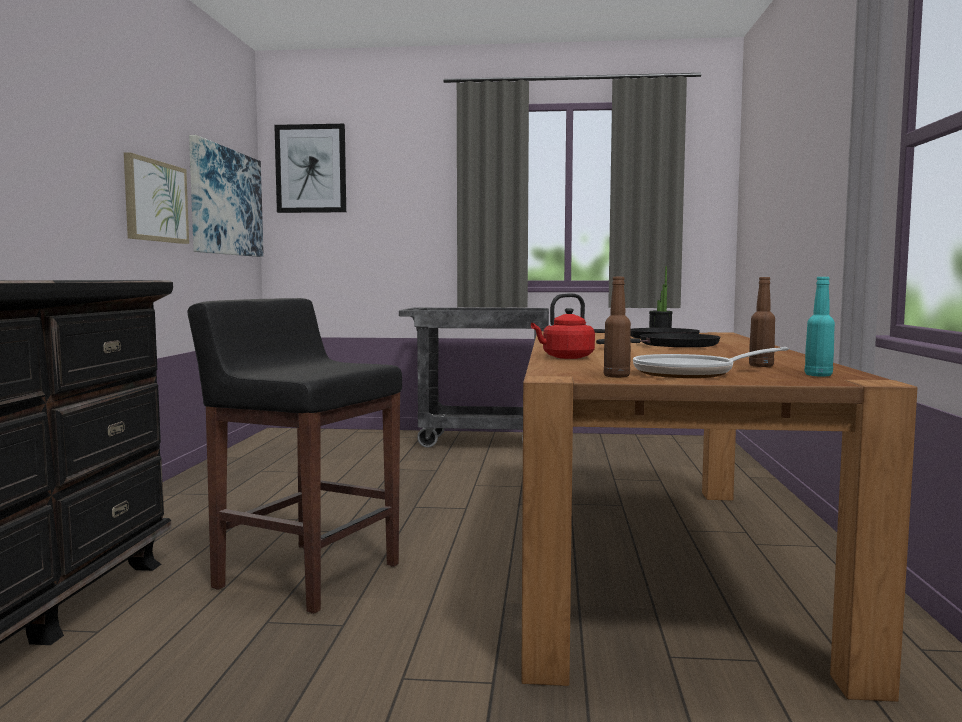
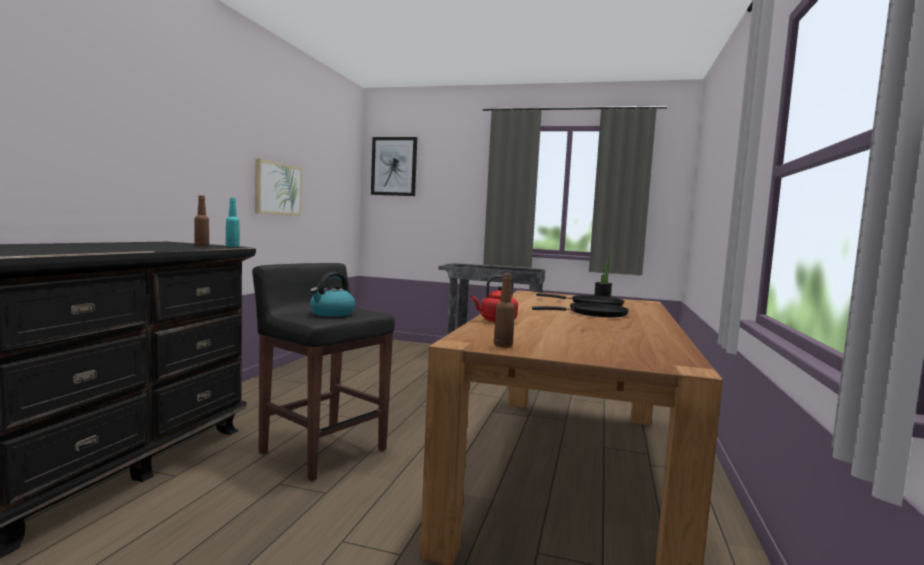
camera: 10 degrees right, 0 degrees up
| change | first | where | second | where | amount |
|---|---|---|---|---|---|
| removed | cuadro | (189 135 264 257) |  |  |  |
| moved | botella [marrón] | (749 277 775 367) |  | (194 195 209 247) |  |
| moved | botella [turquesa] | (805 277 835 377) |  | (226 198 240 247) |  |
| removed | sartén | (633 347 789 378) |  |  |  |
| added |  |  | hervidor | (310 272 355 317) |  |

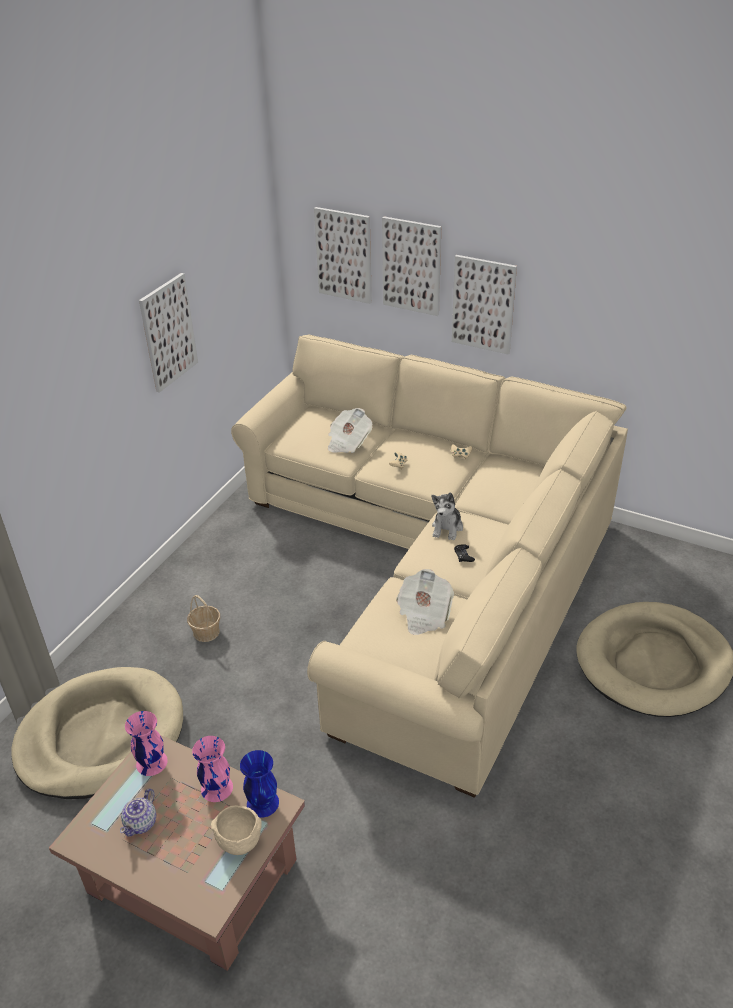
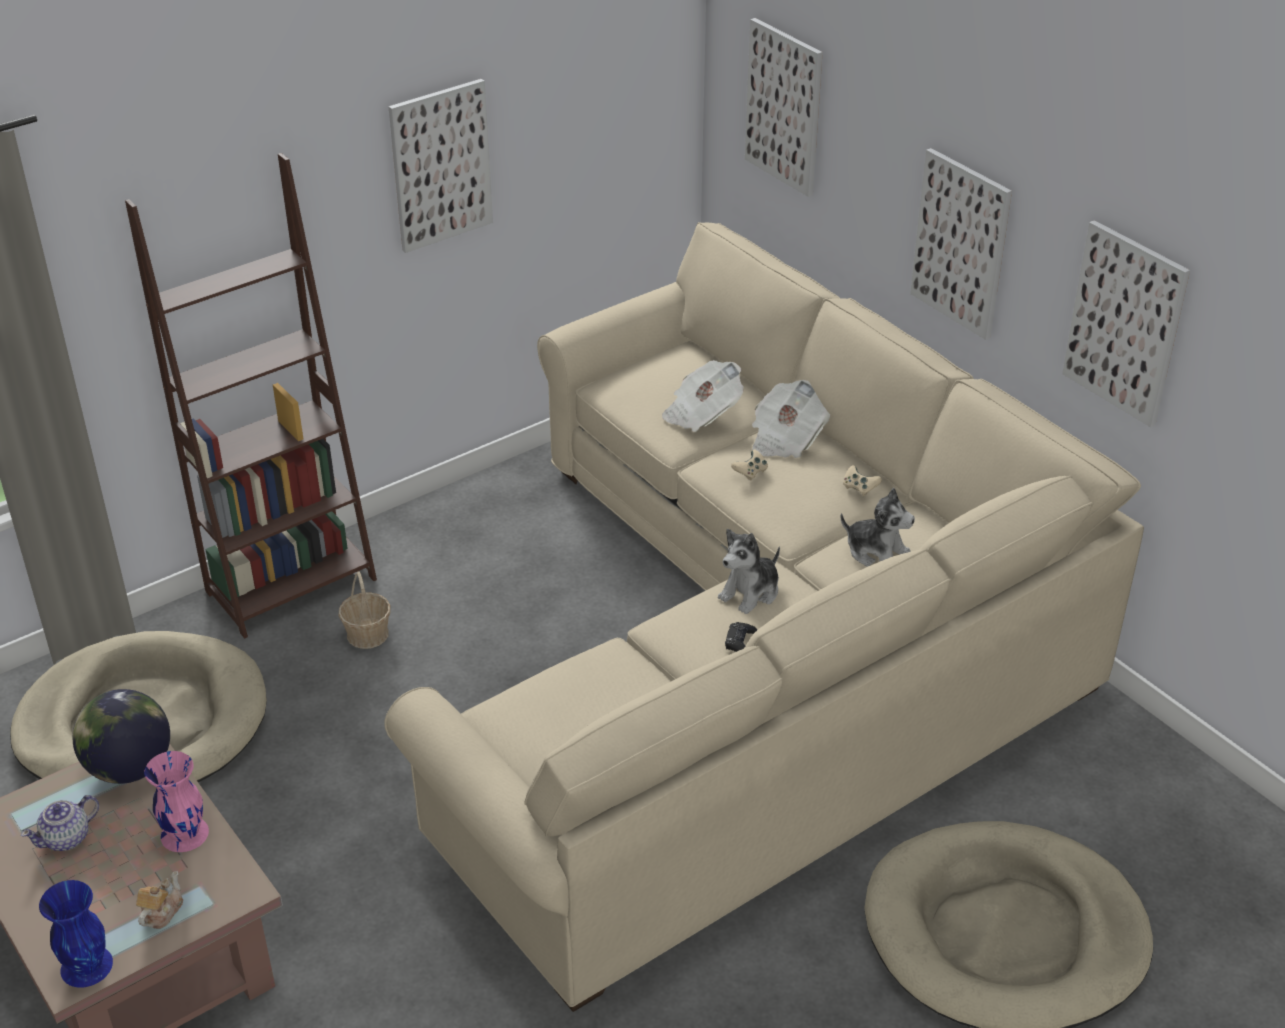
camera: 25 degrees right, 0 degrees up
| change | first | where | second | where | amount |
|---|---|---|---|---|---|
| moved | cuadro | (382 216 441 316) |  | (1062 220 1190 427) |  |
| moved | periódico | (396 569 454 635) |  | (752 380 830 458) |  |
| replaced | florero [rosa] | (125 711 168 776) | globo terráqueo | (73 689 170 784) |  |
| moved | florero [azul] | (240 750 279 818) |  | (39 880 113 988) |  |
| replaced | cuenco [beis] | (211 805 262 855) | tetera | (136 871 183 929) |  |
| added |  |  | estantería [marrón] | (125 153 377 639) |  |
| added |  |  | peluche | (840 488 915 567) |  |

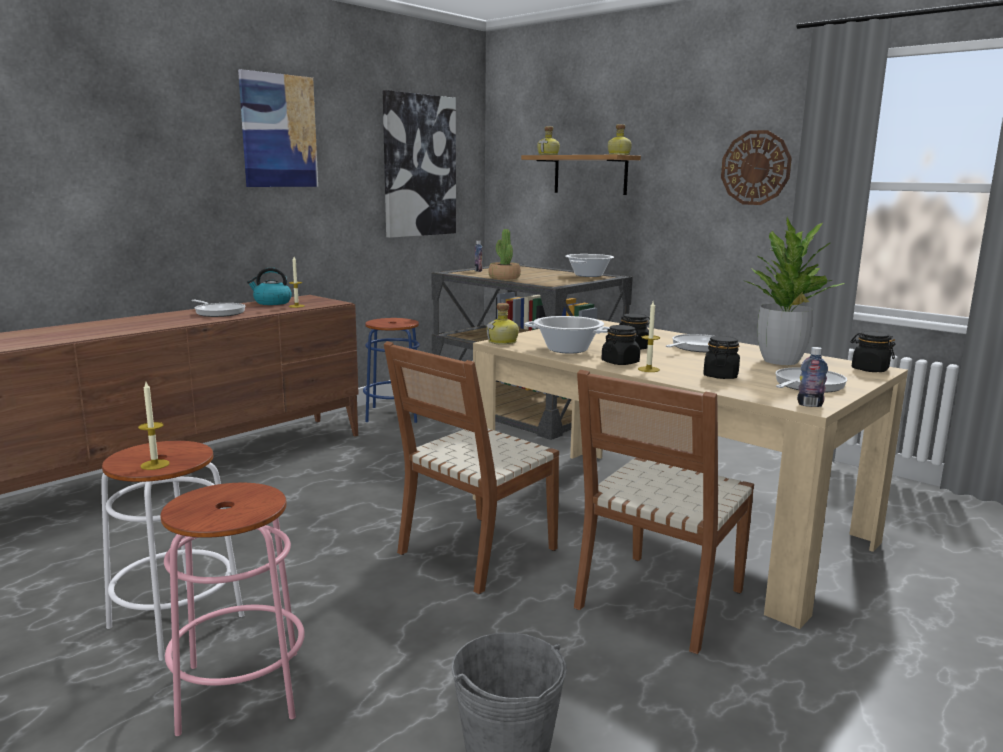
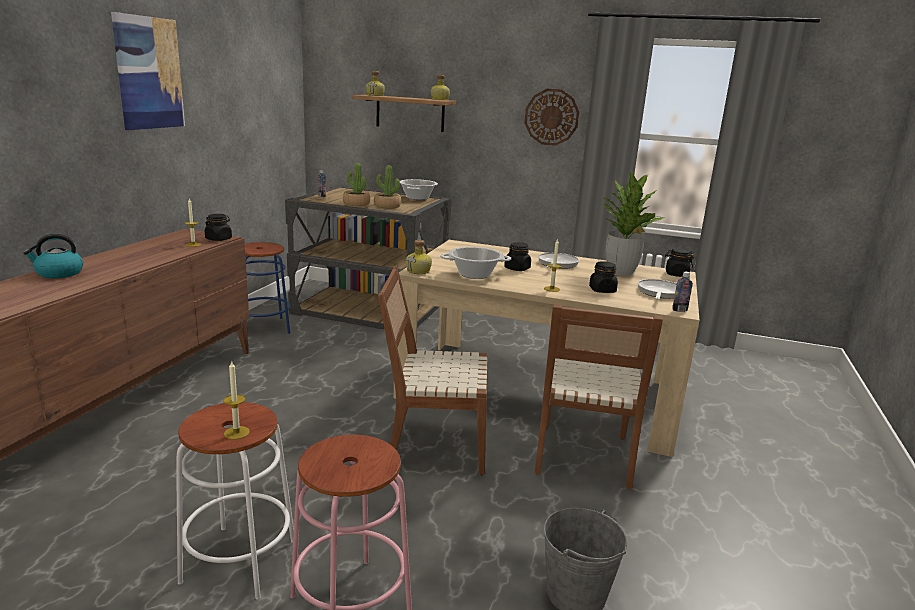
camera: 25 degrees left, 5 degrees up
| change | first | where | second | where | amount |
|---|---|---|---|---|---|
| removed | cuadro | (383 90 456 238) |  |  |  |
| moved | hervidor | (247 267 292 305) |  | (23 234 83 278) |  |
| removed | sartén | (191 300 245 317) |  |  |  |
| moved | tarro [negro] | (601 325 640 365) |  | (205 214 232 241) |  |
| turned | silla | (384 341 559 594) |  | (378 265 488 475) | 75 degrees clockwise |
| added |  |  | planta en maceta | (374 165 401 209) |  |

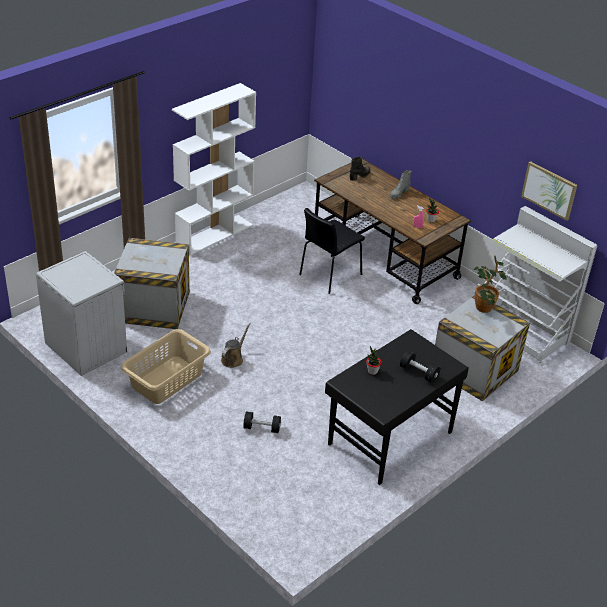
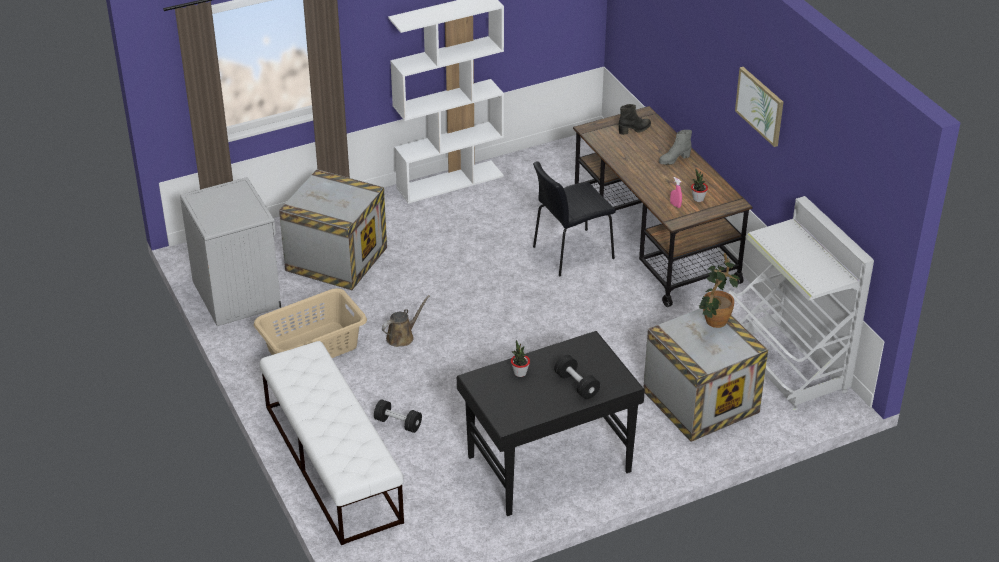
camera: 20 degrees right, 0 degrees up
| change | first | where | second | where | amount |
|---|---|---|---|---|---|
| moved | cuadro | (521 161 577 221) |  | (735 67 783 147) |  |
| added |  |  | banco [blanco] | (259 341 404 545) |  |

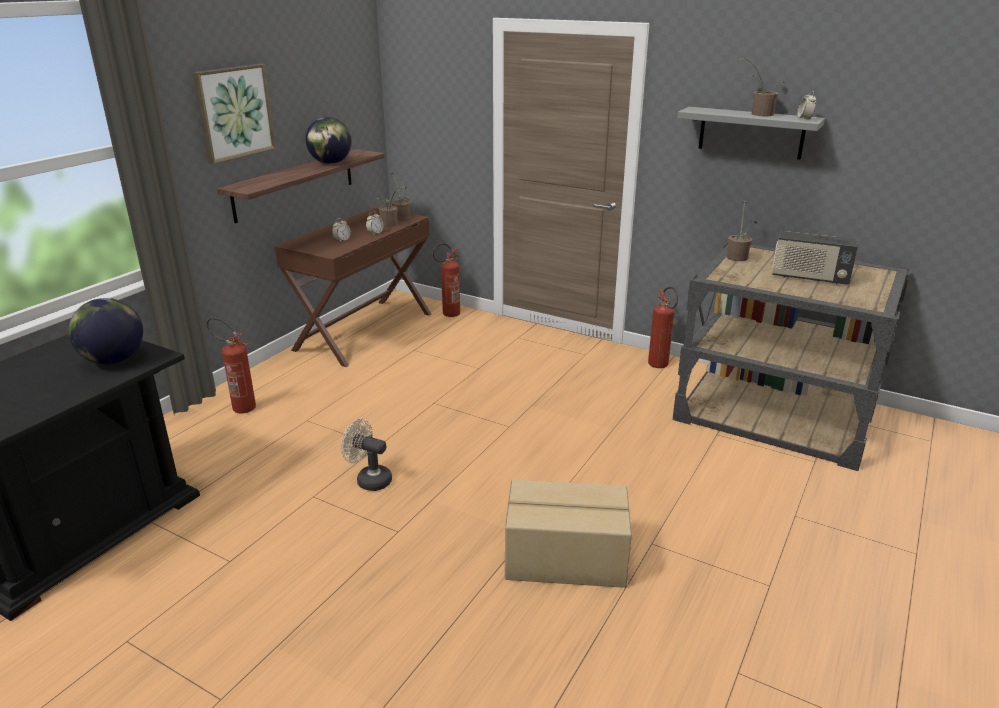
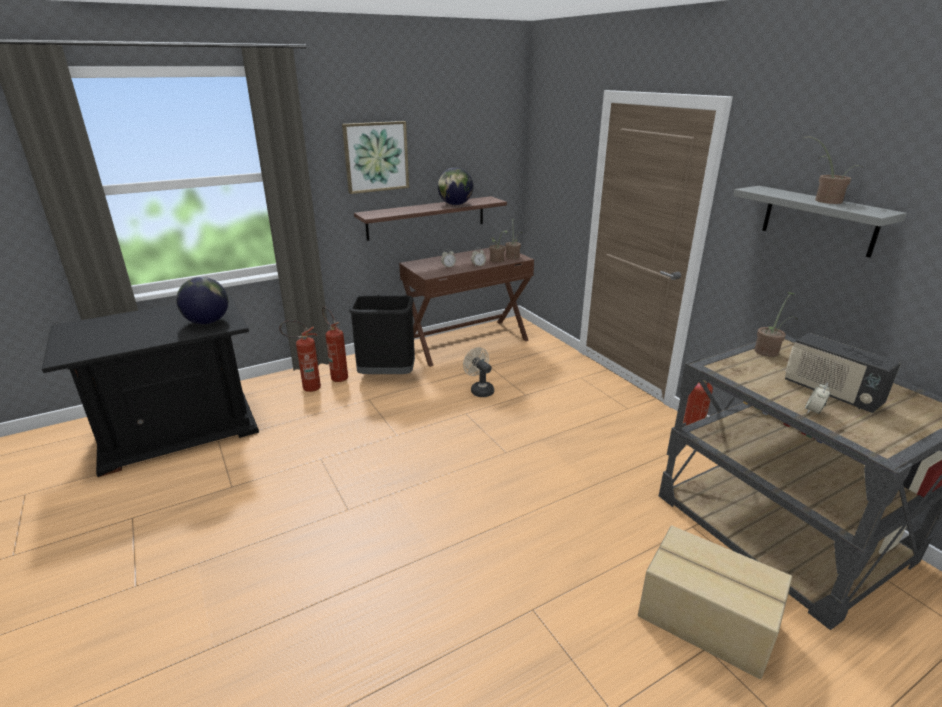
camera: 30 degrees right, 0 degrees up
| change | first | where | second | where | amount |
|---|---|---|---|---|---|
| moved | despertador | (797 91 816 120) |  | (805 382 830 414) |  |
| moved | extintor | (433 243 460 317) |  | (279 320 321 392) |  |
| moved | ventilador [beis] | (341 419 392 491) |  | (463 347 494 397) |  |
| moved | caja de cartón | (505 480 632 588) |  | (638 525 792 679) |  |
| added |  |  | papelera [negro] | (349 295 415 374) |  |

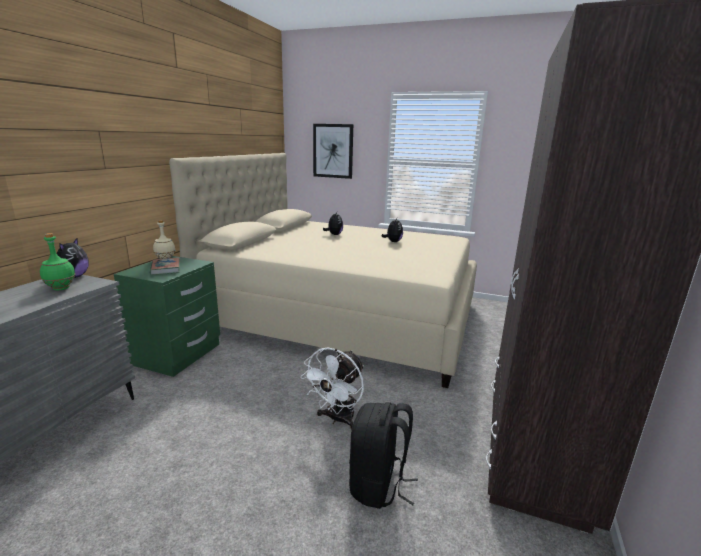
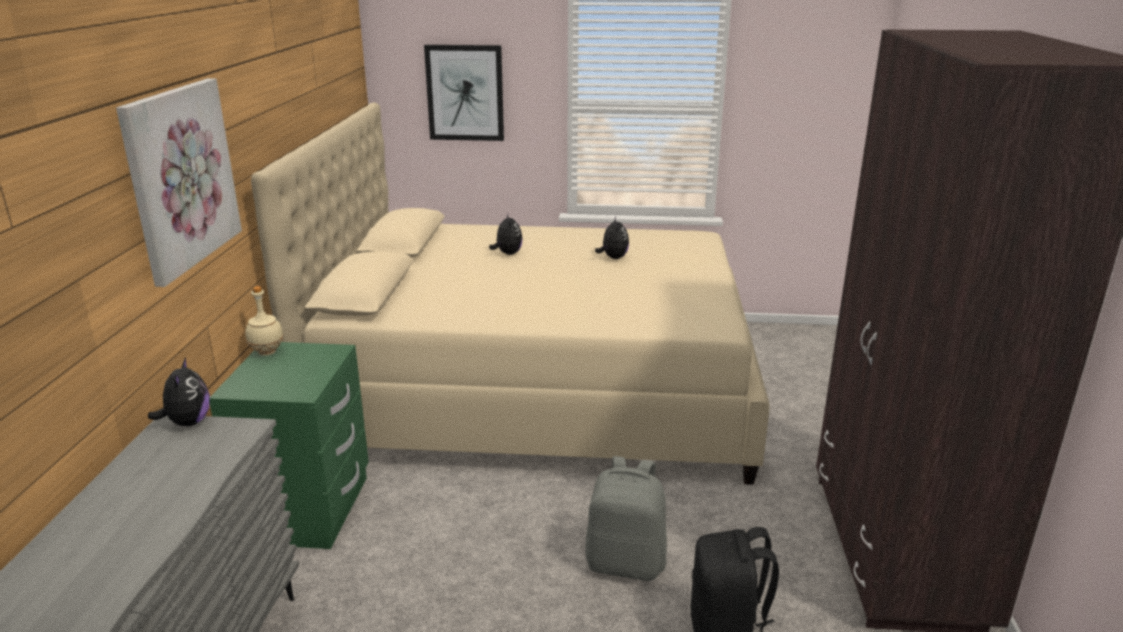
camera: 15 degrees left, 5 degrees up
| change | first | where | second | where | amount |
|---|---|---|---|---|---|
| removed | botella [verde] | (40 233 76 290) |  |  |  |
| removed | libro | (150 258 180 275) |  |  |  |
| replaced | ventilador [blanco] | (301 347 364 429) | mochila [gris] | (585 456 667 581) |  |
| added |  |  | cuadro | (116 78 242 287) |  |

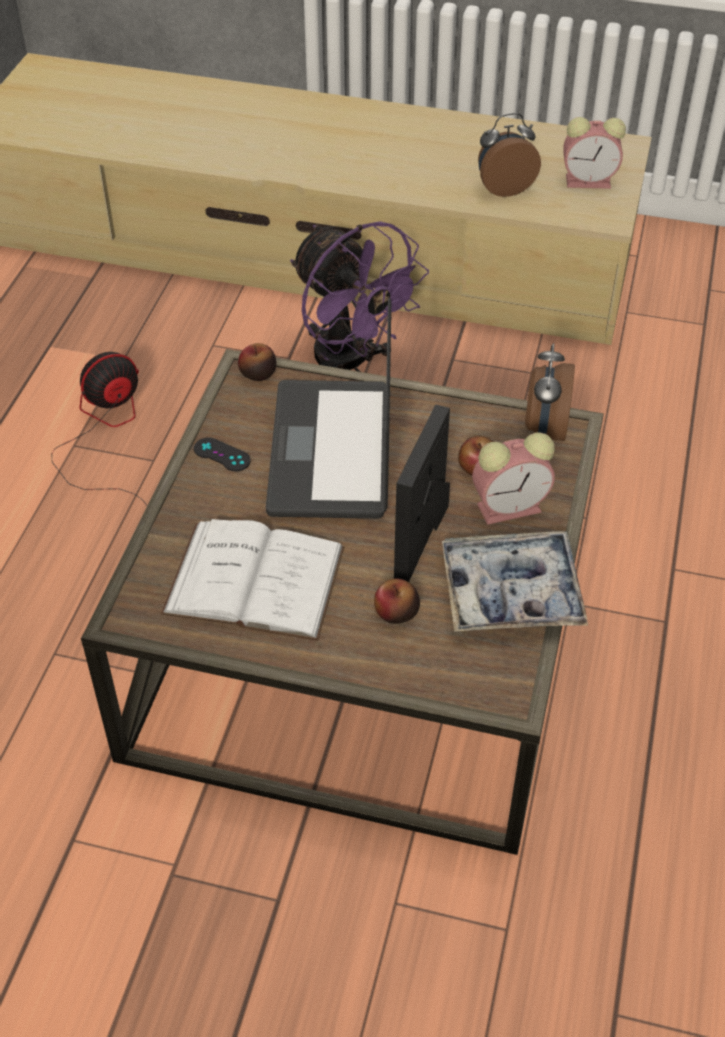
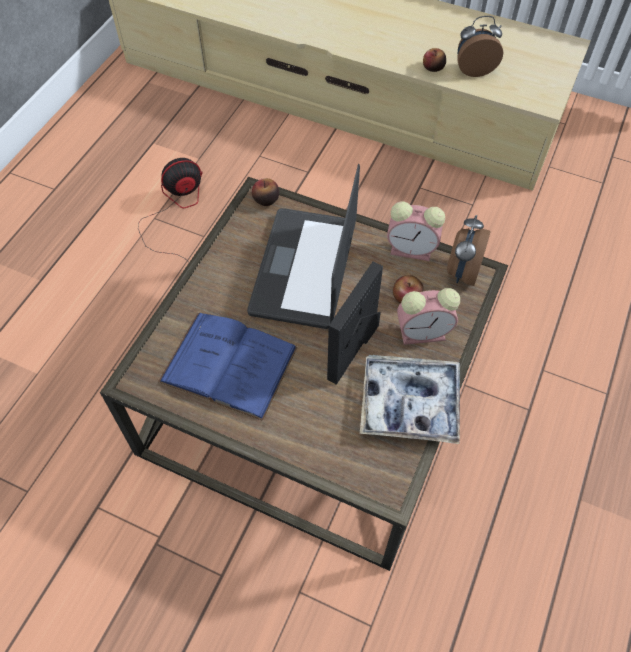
camera: 10 degrees right, 10 degrees up
| change | first | where | second | where | amount |
|---|---|---|---|---|---|
| moved | despertador | (563 117 626 189) |  | (387 201 445 261) |  |
| removed | ventilador [morado] | (290 221 429 372) |  |  |  |
| removed | mando de consola [negro] | (194 437 251 471) |  |  |  |
| recoloured | libro [blanco] | (161 519 345 641) | libro [azul] | (158 313 298 421) |  |
| moved | manzana | (374 578 420 624) |  | (423 48 446 72) |  |

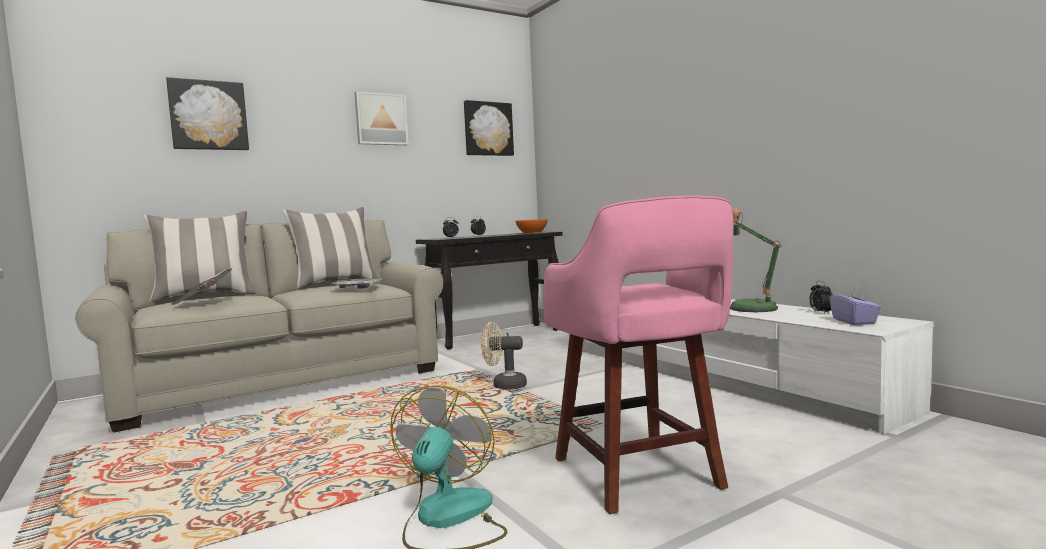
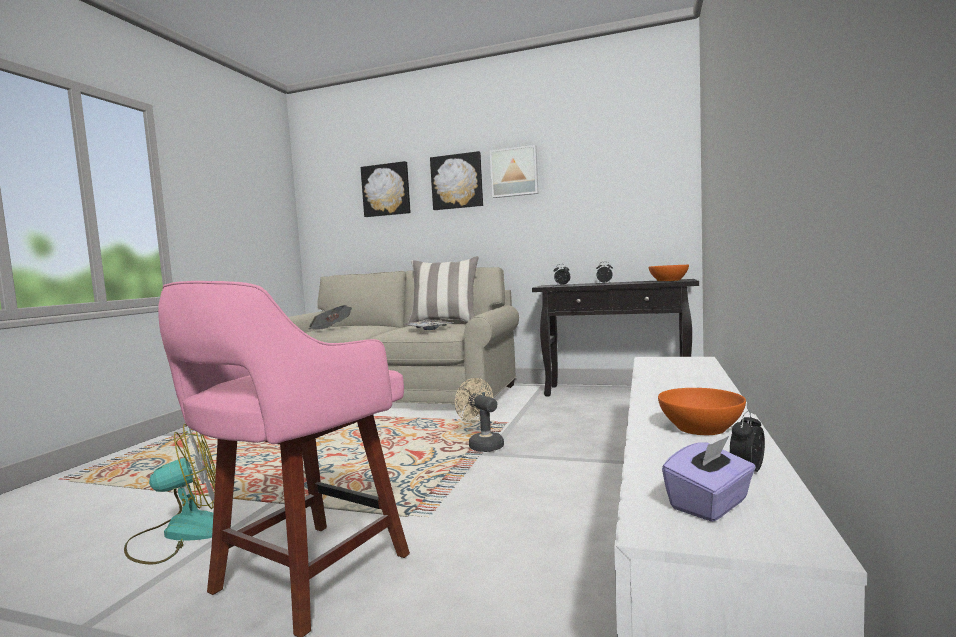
camera: 50 degrees right, 0 degrees up
| change | first | where | second | where | amount |
|---|---|---|---|---|---|
| moved | cuadro | (464 100 514 156) |  | (430 151 483 210) |  |
| replaced | lámpara de mesa | (730 208 781 312) | cuenco [naranja] | (658 388 746 435) |  |
| removed | cojín | (144 211 256 303) |  |  |  |

